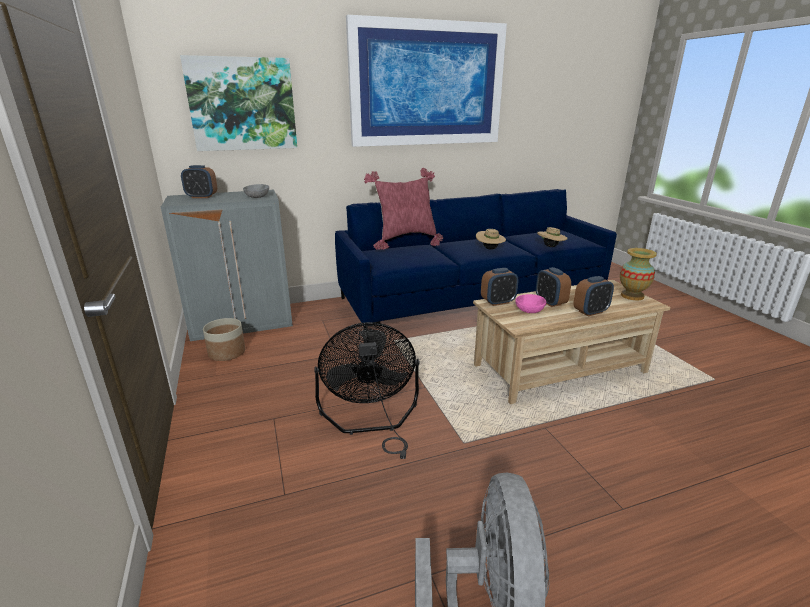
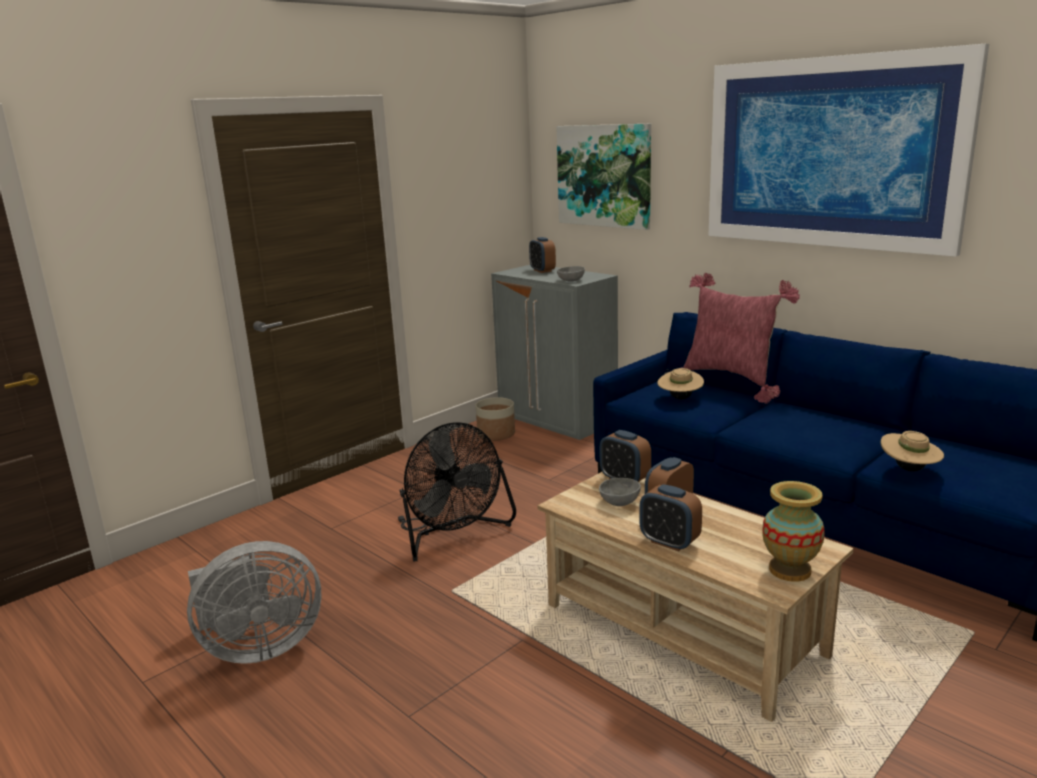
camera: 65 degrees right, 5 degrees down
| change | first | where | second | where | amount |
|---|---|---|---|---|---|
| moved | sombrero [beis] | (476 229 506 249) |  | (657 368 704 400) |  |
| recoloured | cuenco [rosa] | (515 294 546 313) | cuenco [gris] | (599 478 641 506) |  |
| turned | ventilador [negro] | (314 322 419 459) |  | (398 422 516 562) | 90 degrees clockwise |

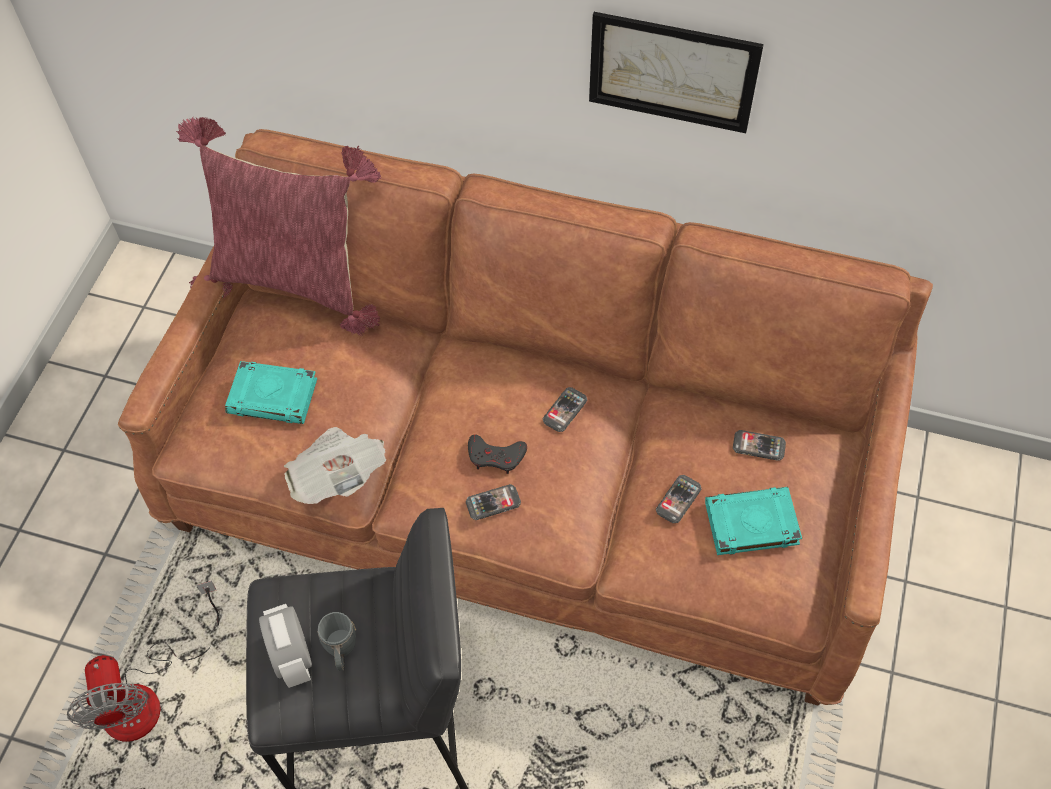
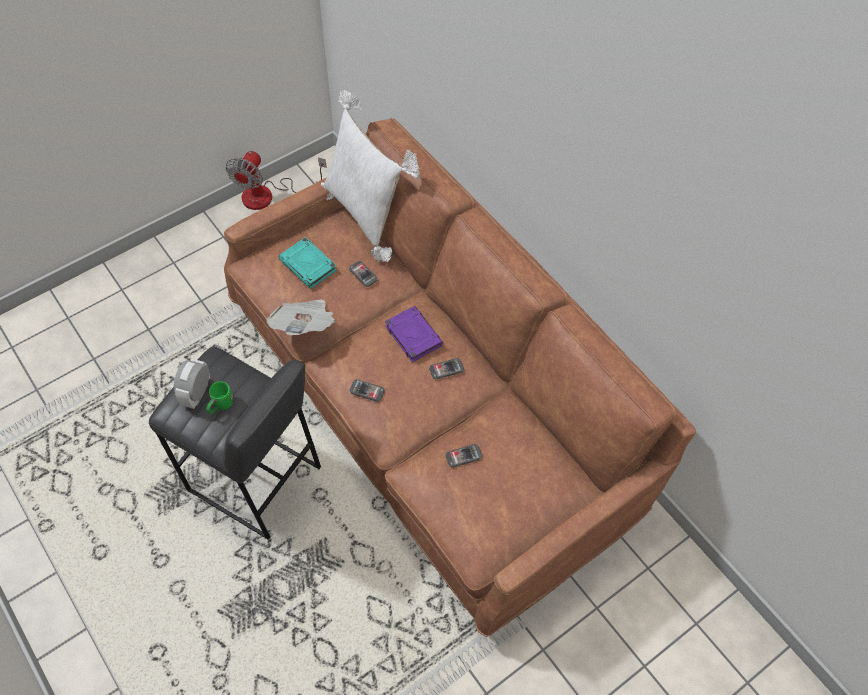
camera: 35 degrees right, 0 degrees up
| change | first | where | second | where | amount |
|---|---|---|---|---|---|
| removed | cuadro | (589 12 764 133) |  |  |  |
| recoloured | cojín [rojo] | (176 116 382 335) | cojín [blanco] | (315 90 420 263) |  |
| moved | móvil | (733 430 786 461) |  | (349 261 378 287) |  |
| removed | mando de consola [gris] | (468 435 527 474) |  |  |  |
| removed | libro [turquesa] | (705 487 802 555) |  |  |  |
| moved | ventilador | (67 581 219 742) |  | (225 151 327 210) |  |
| recoloured | taza grande [gris] | (318 612 356 671) | taza grande [verde] | (206 381 233 415) |  |
| added |  |  | libro [morado] | (385 306 443 362) |  |

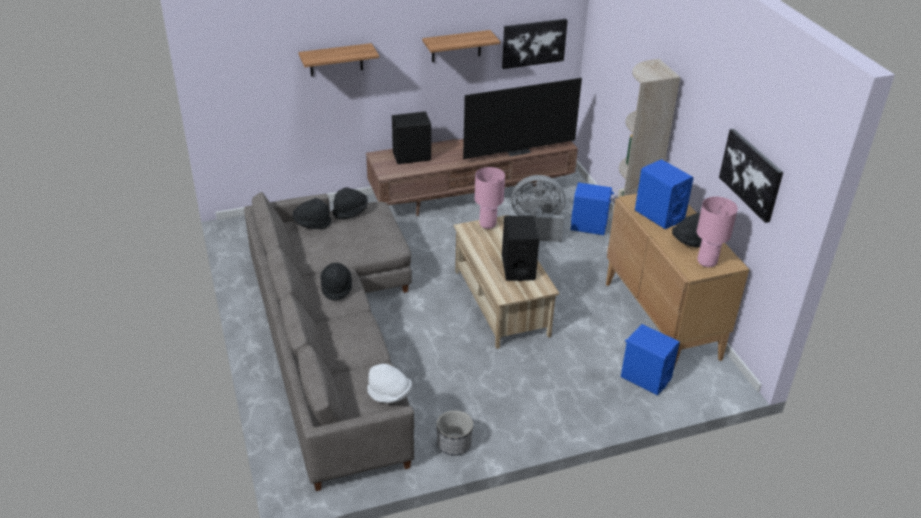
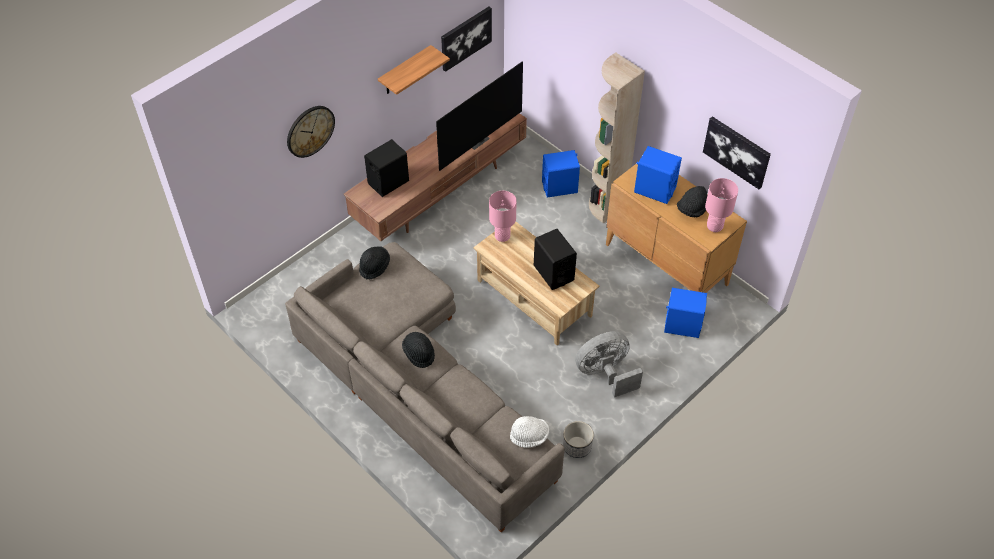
camera: 25 degrees left, 15 degrees up
| change | first | where | second | where | amount |
|---|---|---|---|---|---|
| replaced | estante | (298 43 379 77) | reloj de pared | (287 106 335 158) |  |
| moved | ventilador [gris] | (511 175 565 242) |  | (575 331 643 398) |  |
| removed | sombrero [negro] | (293 198 331 229) |  |  |  |

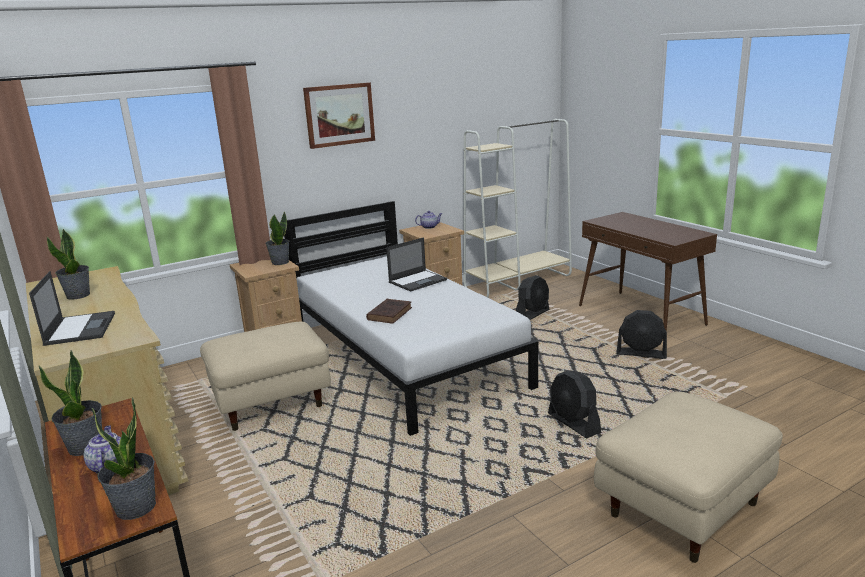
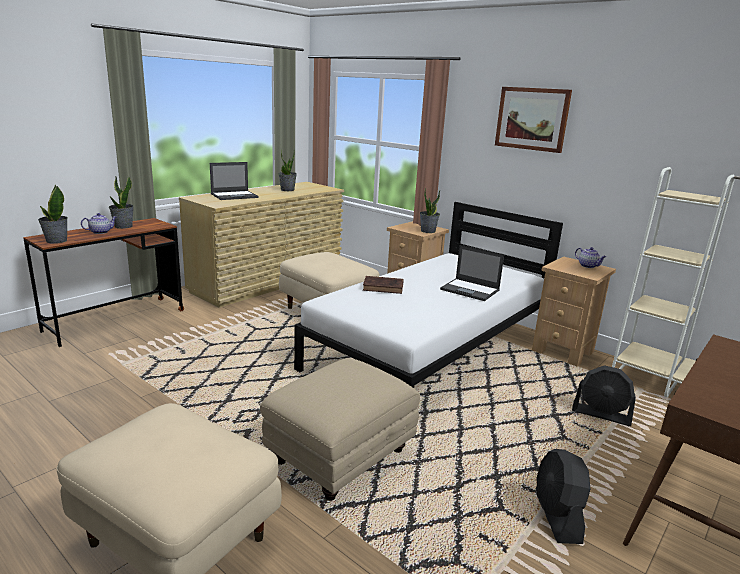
camera: 70 degrees right, 0 degrees up
| change | first | where | second | where | amount |
|---|---|---|---|---|---|
| replaced | ventilador [negro] | (548 370 601 439) | puf [beis] | (260 358 420 501) |  |

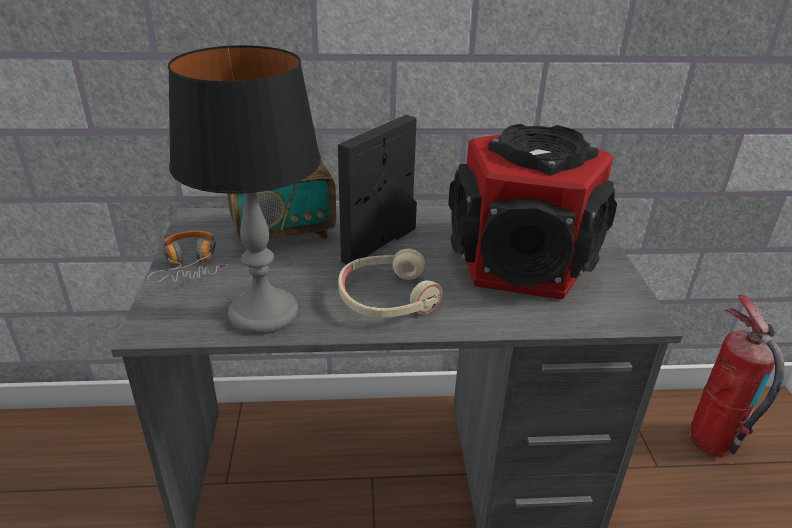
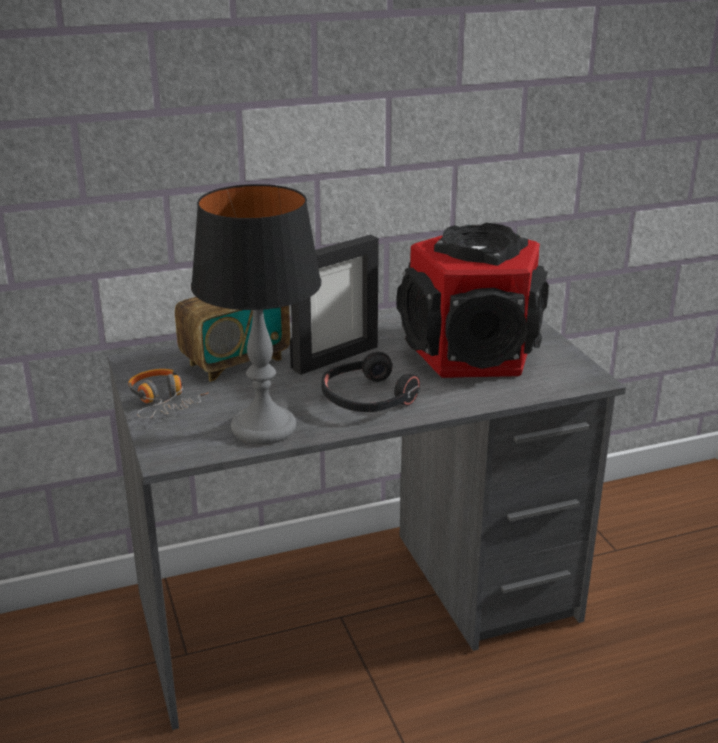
camera: 15 degrees left, 5 degrees down
| change | first | where | second | where | amount |
|---|---|---|---|---|---|
| turned | portarretratos | (338 115 417 265) |  | (290 235 379 375) | 150 degrees counterclockwise |
| recoloured | auriculares [beis] | (338 248 442 318) | auriculares [negro] | (321 352 420 412) |  |
| removed | extintor | (689 294 785 457) |  |  |  |

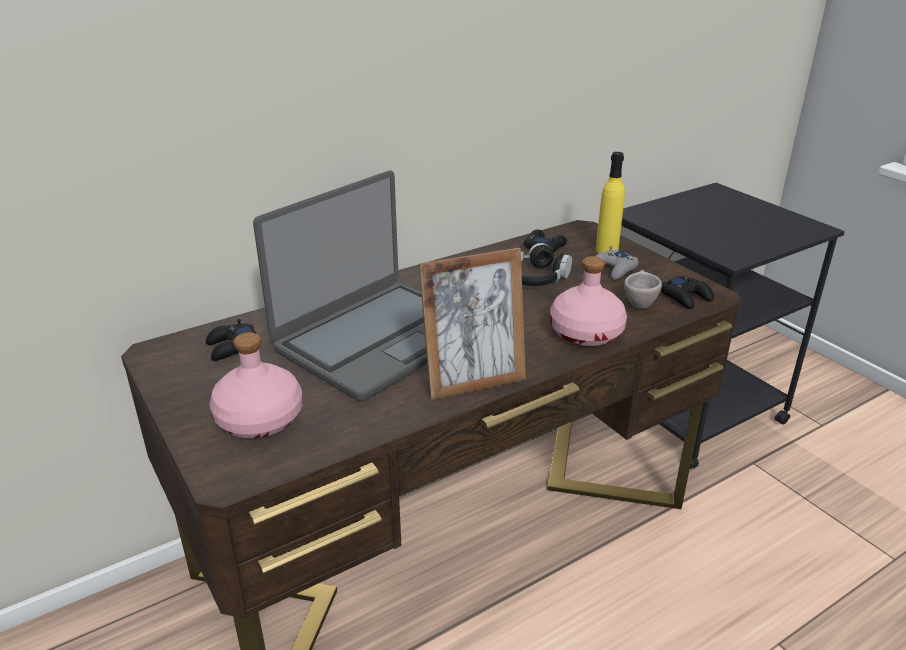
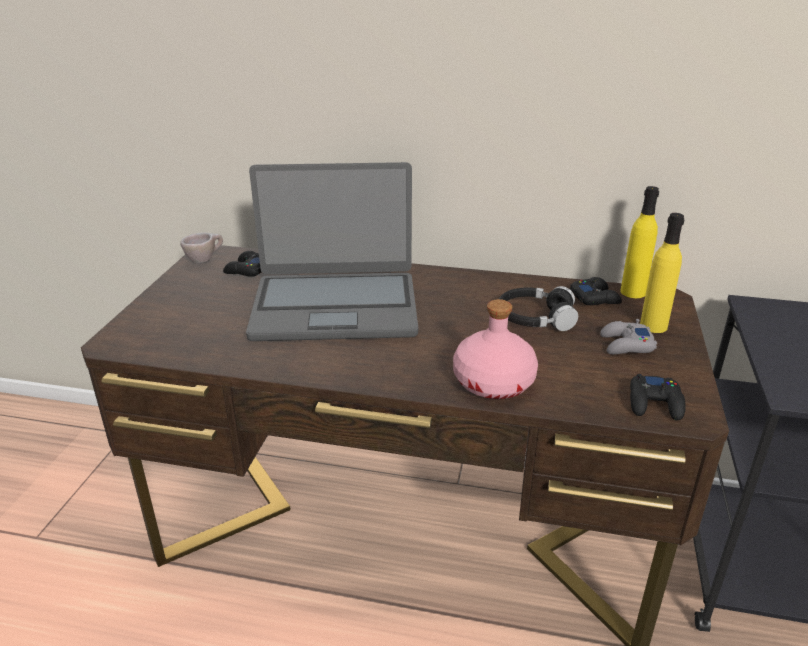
camera: 45 degrees right, 0 degrees up
| change | first | where | second | where | amount |
|---|---|---|---|---|---|
| removed | portarretratos | (419 248 526 400) |  |  |  |
| moved | taza [beis] | (624 270 662 309) |  | (180 232 223 264) |  |
| removed | botella [rosa] | (210 332 303 438) |  |  |  |
| added |  |  | botella [amarillo] | (620 186 659 298) |  |

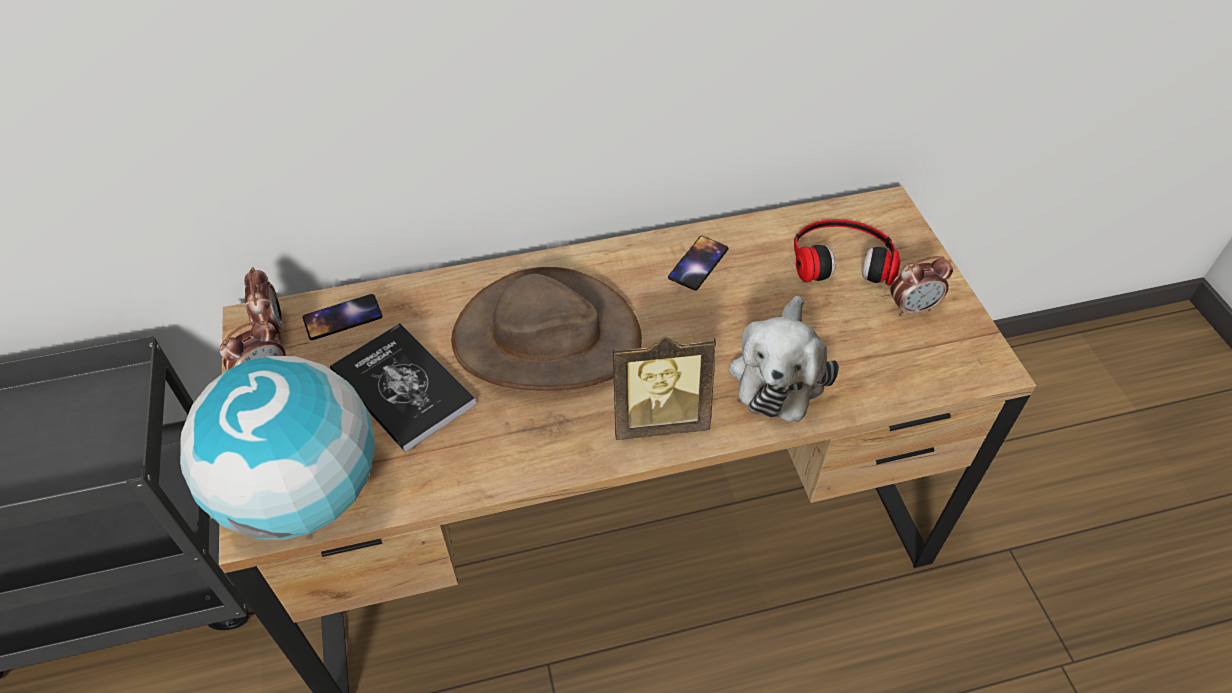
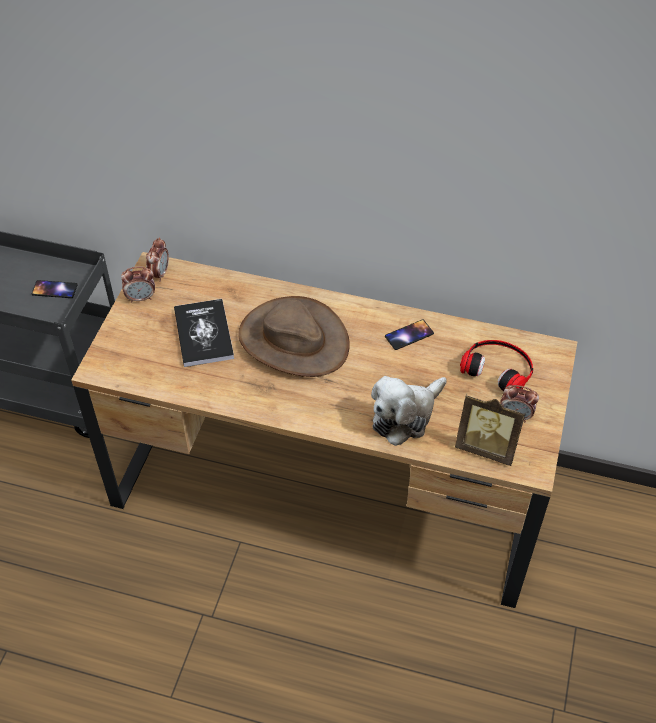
camera: 30 degrees right, 0 degrees up
| change | first | where | second | where | amount |
|---|---|---|---|---|---|
| moved | móvil | (303 294 382 340) |  | (32 280 78 298) |  |
| moved | portarretratos | (613 337 716 440) |  | (455 394 526 466) |  |
| removed | globo terráqueo | (180 356 375 540) |  |  |  |

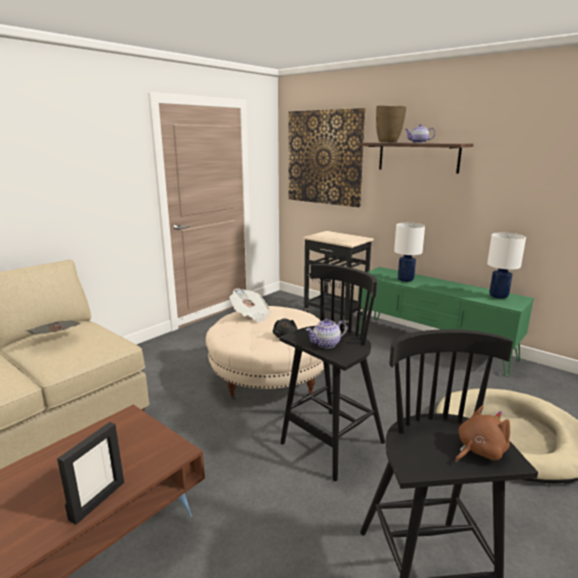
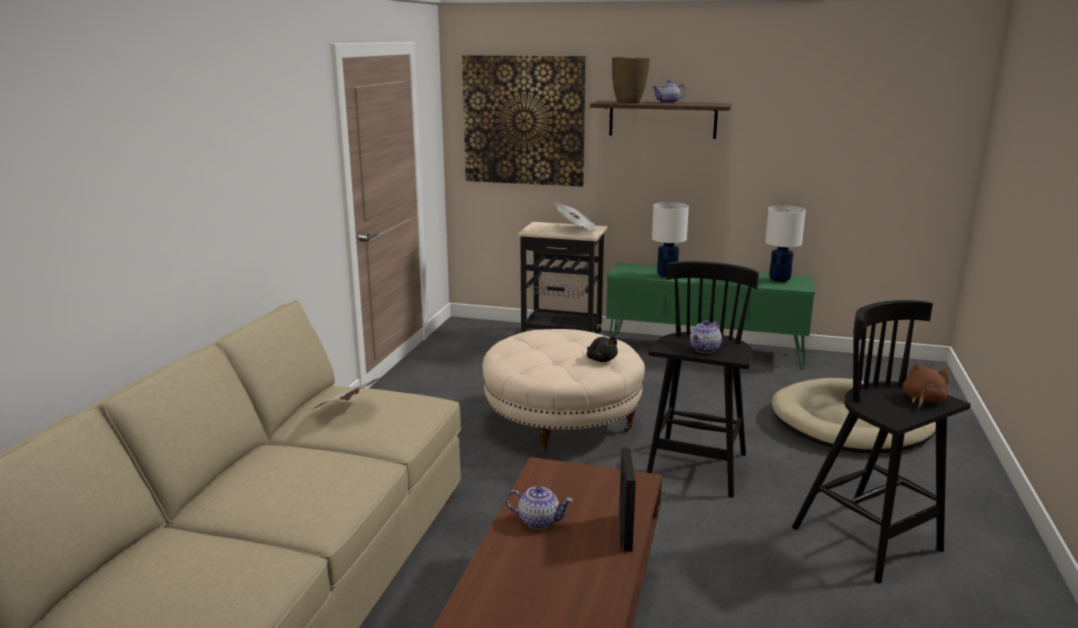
camera: 25 degrees left, 0 degrees up
| change | first | where | second | where | amount |
|---|---|---|---|---|---|
| moved | periódico | (229 288 271 323) |  | (555 203 597 232) |  |
| added |  |  | tetera | (506 486 573 529) |  |

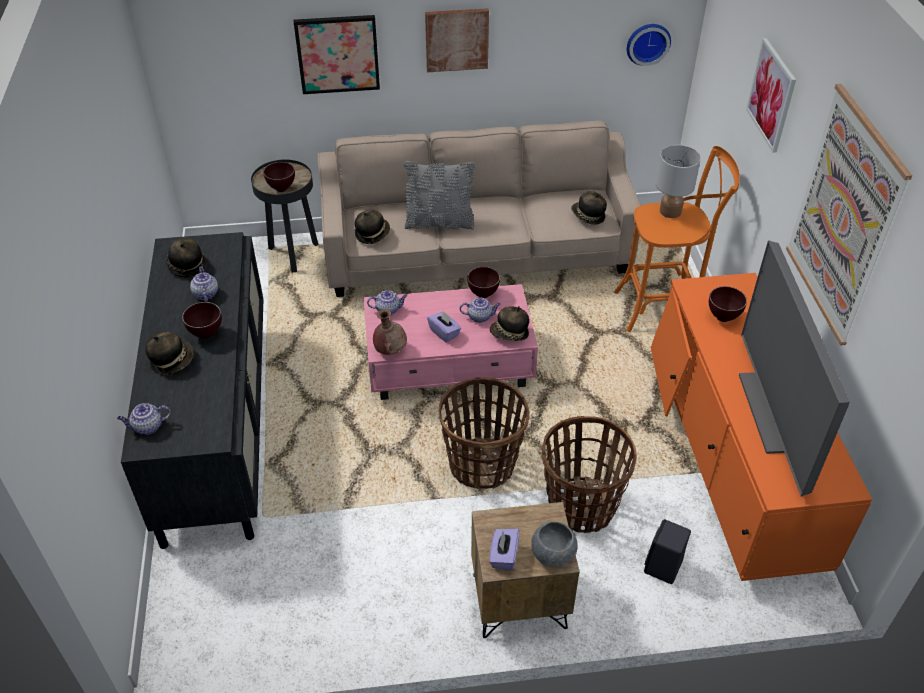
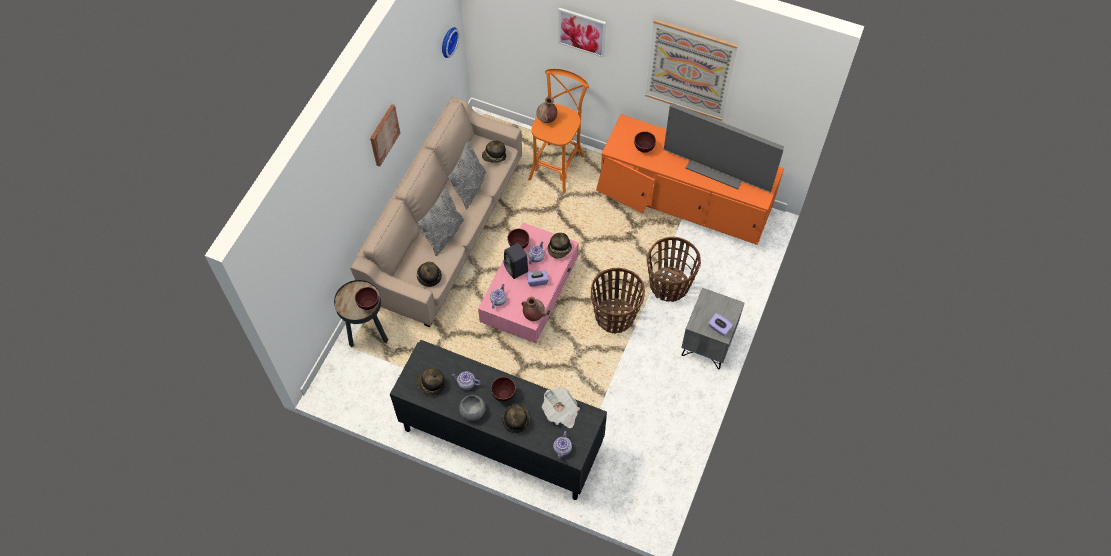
camera: 60 degrees left, 15 degrees up
| change | first | where | second | where | amount |
|---|---|---|---|---|---|
| removed | cuadro | (294 15 380 94) |  |  |  |
| replaced | lámpara de mesa [gris] | (656 145 701 218) | florero [marrón] | (537 97 557 123) |  |
| recoloured | mesita de noche [marrón] | (471 502 580 638) | mesita de noche [gris] | (681 288 744 370) |  |
| moved | altavoz [negro] | (644 519 691 584) |  | (503 243 528 279) |  |
| moved | cuenco [gris] | (531 522 578 567) |  | (459 395 485 421) |  |
| added |  |  | cojín [gris] | (448 142 486 210) |  |
| added |  |  | periódico | (542 387 580 428) |  |

